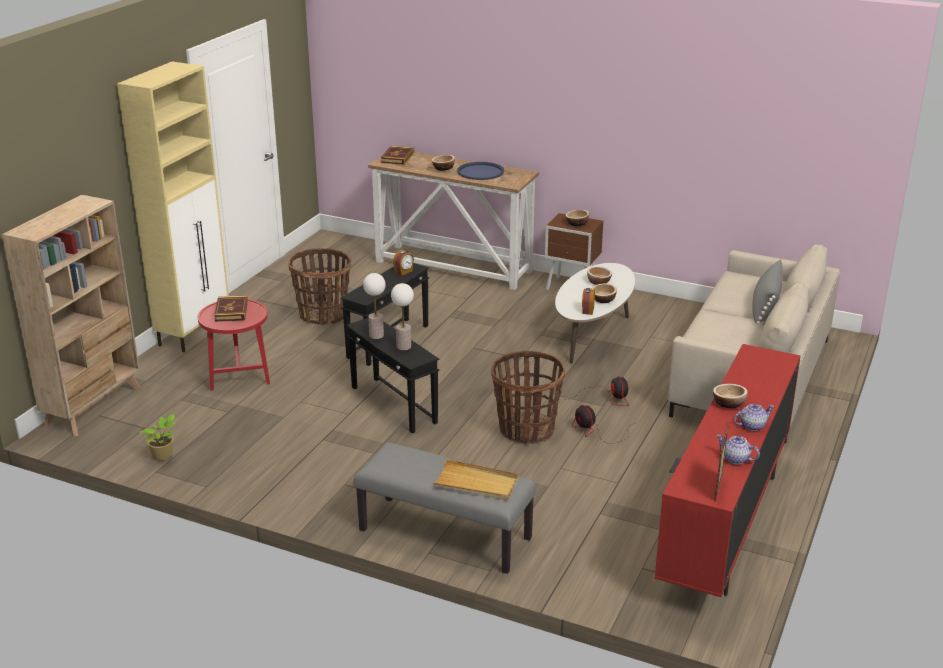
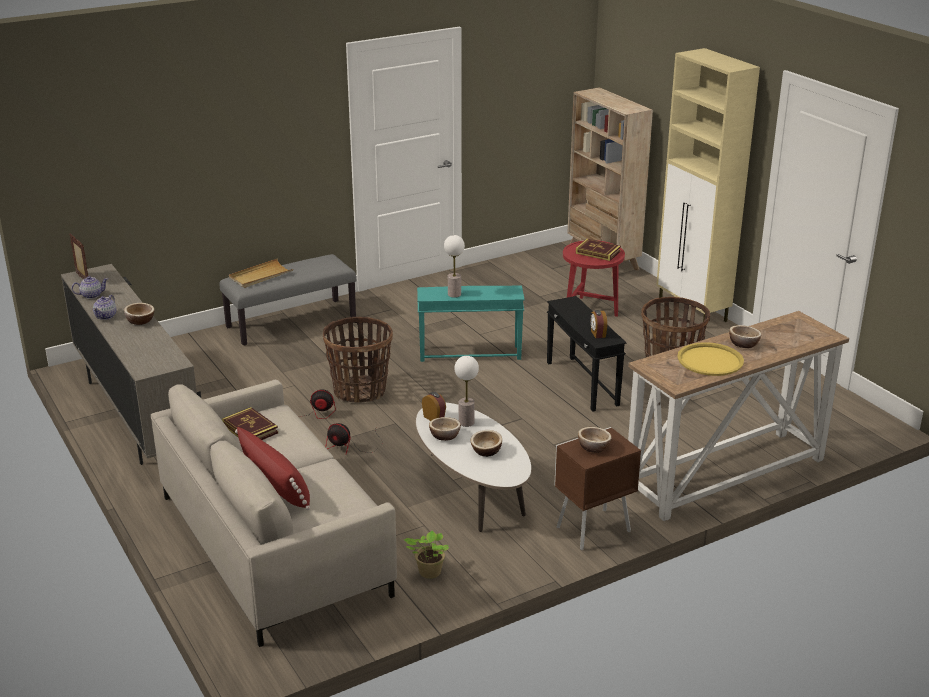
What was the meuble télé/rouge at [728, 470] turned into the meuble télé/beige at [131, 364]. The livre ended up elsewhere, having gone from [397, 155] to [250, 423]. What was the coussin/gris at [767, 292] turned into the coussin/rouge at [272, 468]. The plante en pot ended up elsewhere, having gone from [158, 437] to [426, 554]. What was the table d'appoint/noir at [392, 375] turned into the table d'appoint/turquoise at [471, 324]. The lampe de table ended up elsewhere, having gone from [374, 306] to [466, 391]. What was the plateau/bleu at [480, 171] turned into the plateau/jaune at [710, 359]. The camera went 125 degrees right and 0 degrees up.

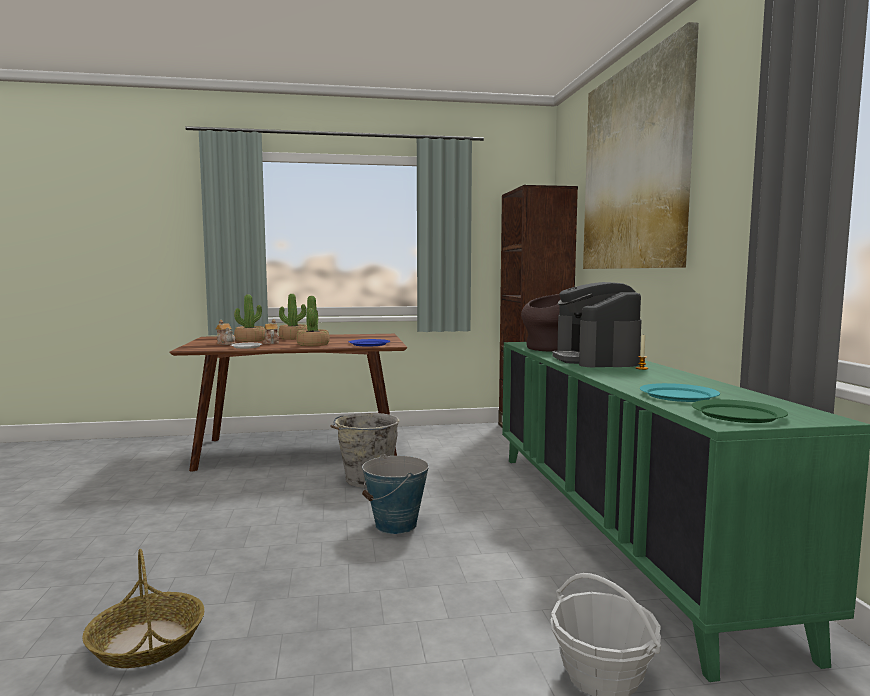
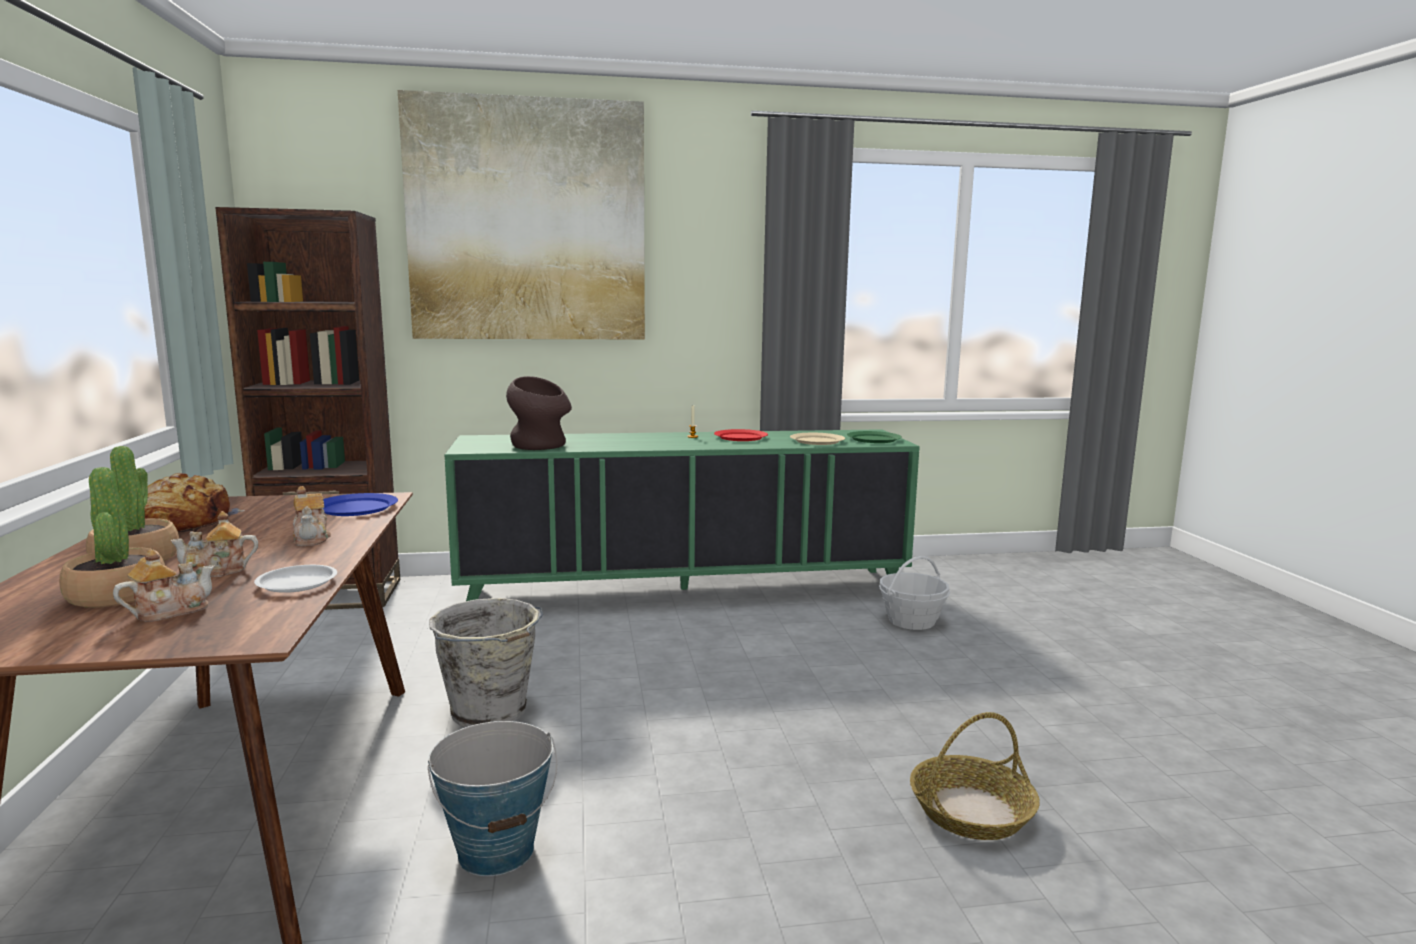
The second view gained the pain at [195, 502]. Where the plante en pot stood at [313, 321], the théière came to stand at [312, 516]. The seau ended up elsewhere, having gone from [395, 494] to [493, 798]. The second view gained the assiette/rouge at [741, 435]. What was the assiette/turquoise at [680, 392] turned into the assiette/beige at [817, 439]. The second view lost the machine à café at [597, 324]. The camera went 90 degrees left and 5 degrees up.

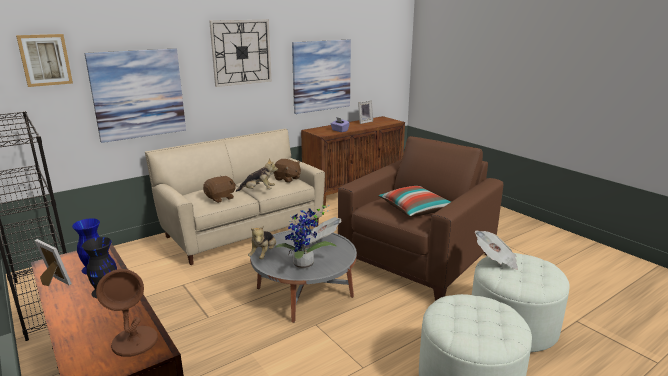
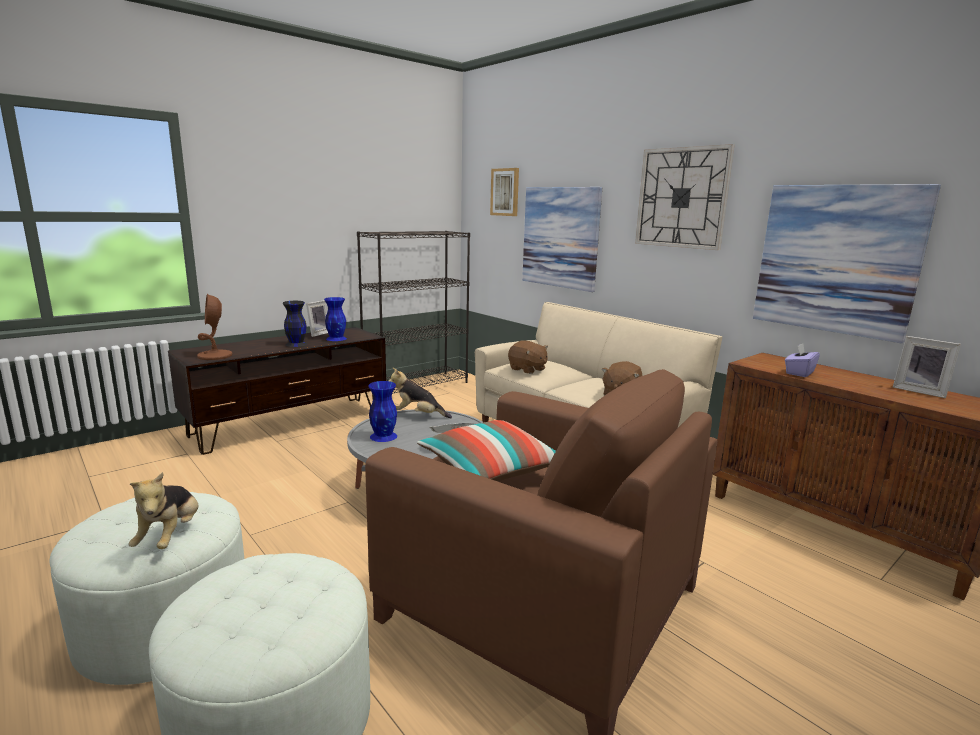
The peluche ended up elsewhere, having gone from [257, 175] to [163, 510]. Where the plante en pot stood at [306, 237], the vase/bleu came to stand at [382, 411]. The second view lost the journal at [496, 250]. The camera went 85 degrees right and 5 degrees down.

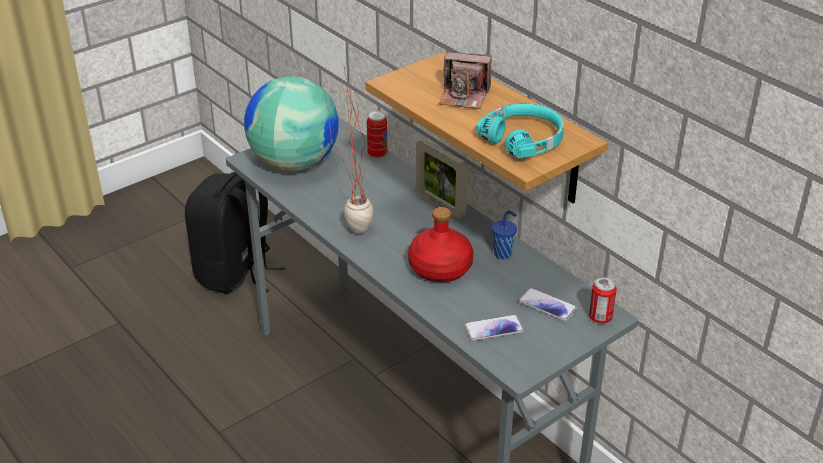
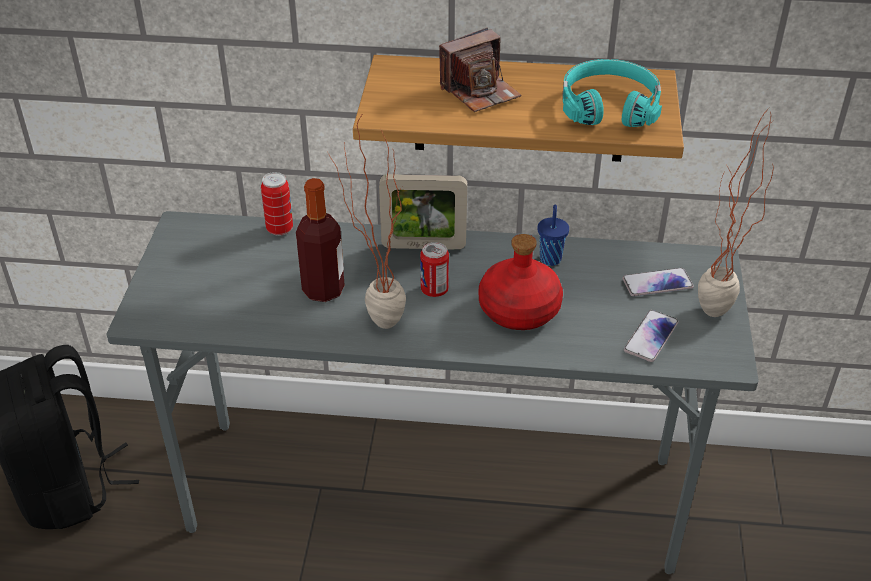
The second view gained the bouteille at [320, 240]. The boîte métallique ended up elsewhere, having gone from [603, 300] to [434, 269]. The second view gained the plante en pot at [736, 212]. The second view lost the globe at [291, 123]. The camera went 45 degrees left and 5 degrees up.

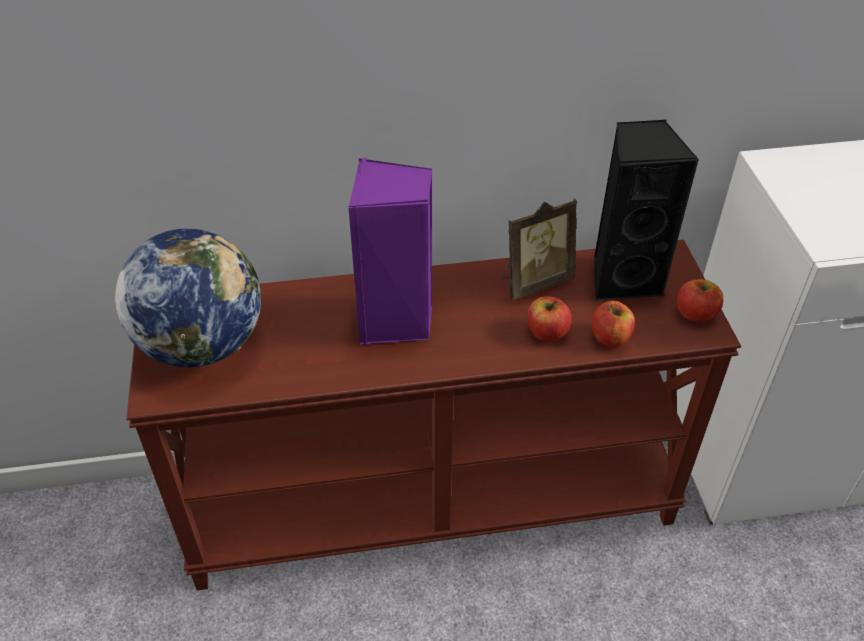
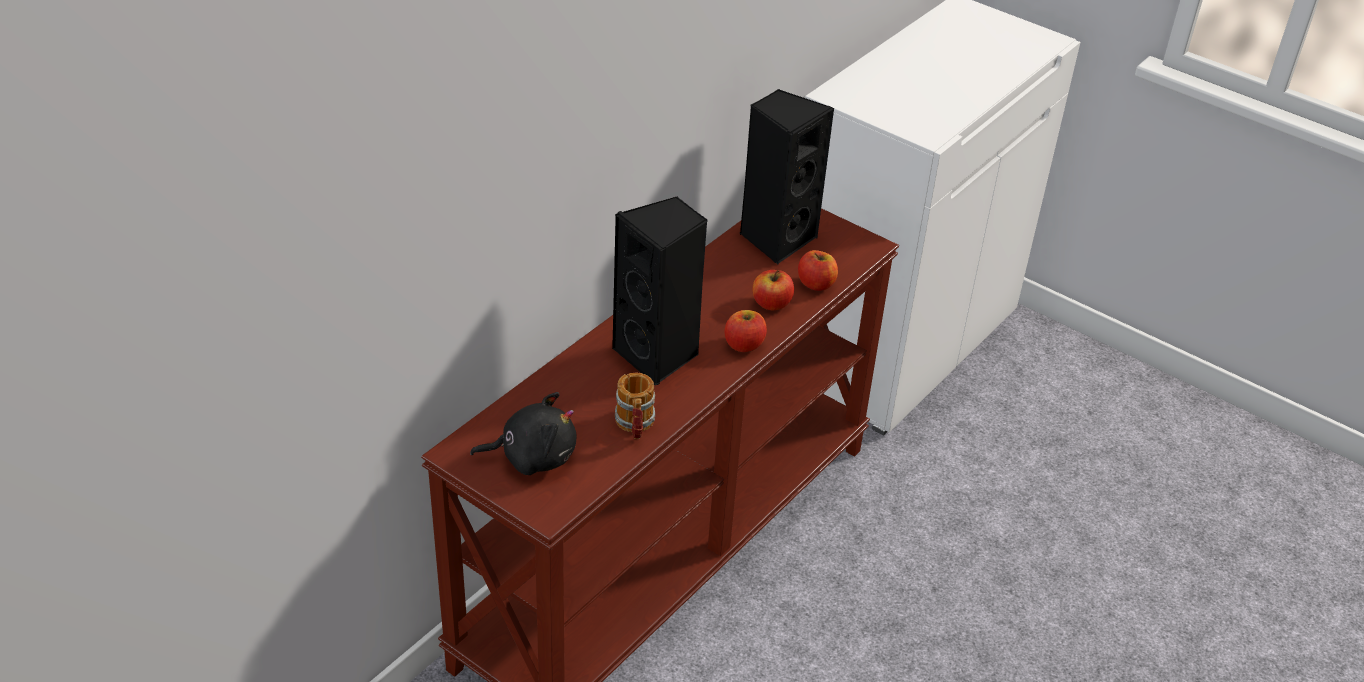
Where the globe stood at [188, 298], the peluche/noir came to stand at [523, 433]. What was the enceinte/violet at [390, 251] turned into the enceinte/noir at [660, 291]. The second view gained the mug at [635, 406]. The pomme ended up elsewhere, having gone from [700, 300] to [746, 331]. The second view lost the cadre photo at [539, 249]. The camera went 45 degrees left and 5 degrees down.

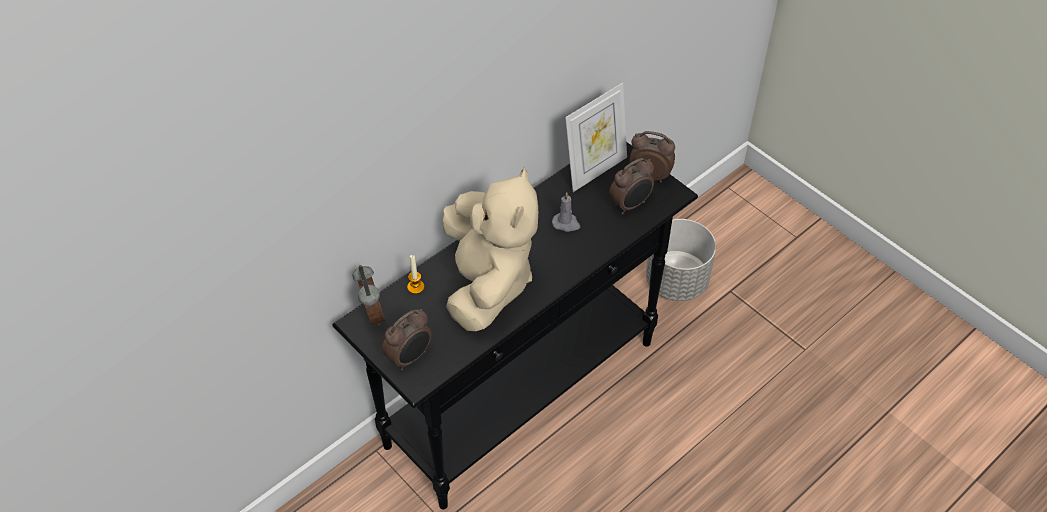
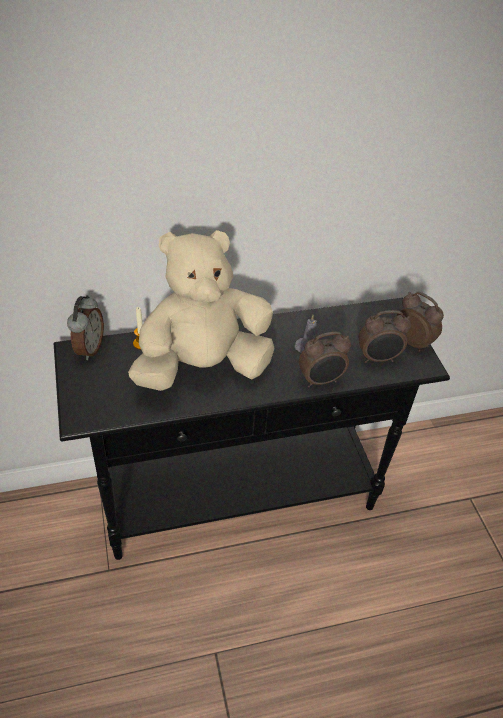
The peluche/beige at [490, 249] ended up facing another way, 135 degrees counterclockwise from before. The réveil ended up elsewhere, having gone from [407, 339] to [325, 359]. The second view lost the cadre photo at [596, 137]. The second view lost the cache-pot/gris at [681, 260]. The camera went 25 degrees right and 5 degrees down.

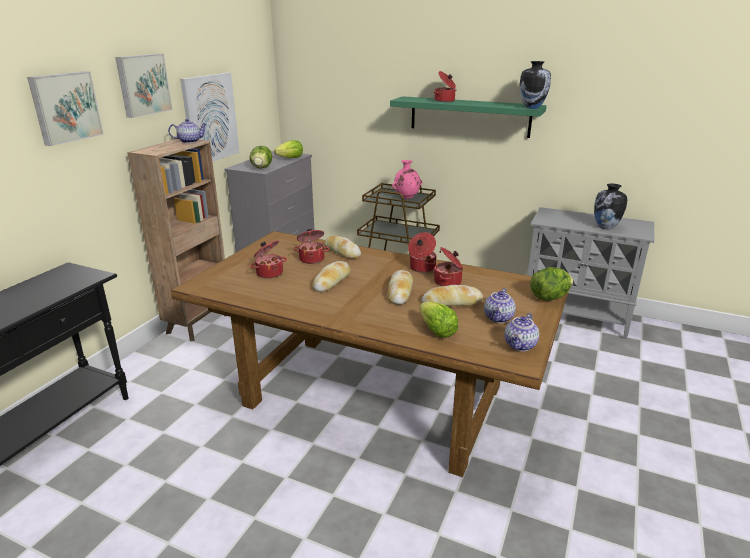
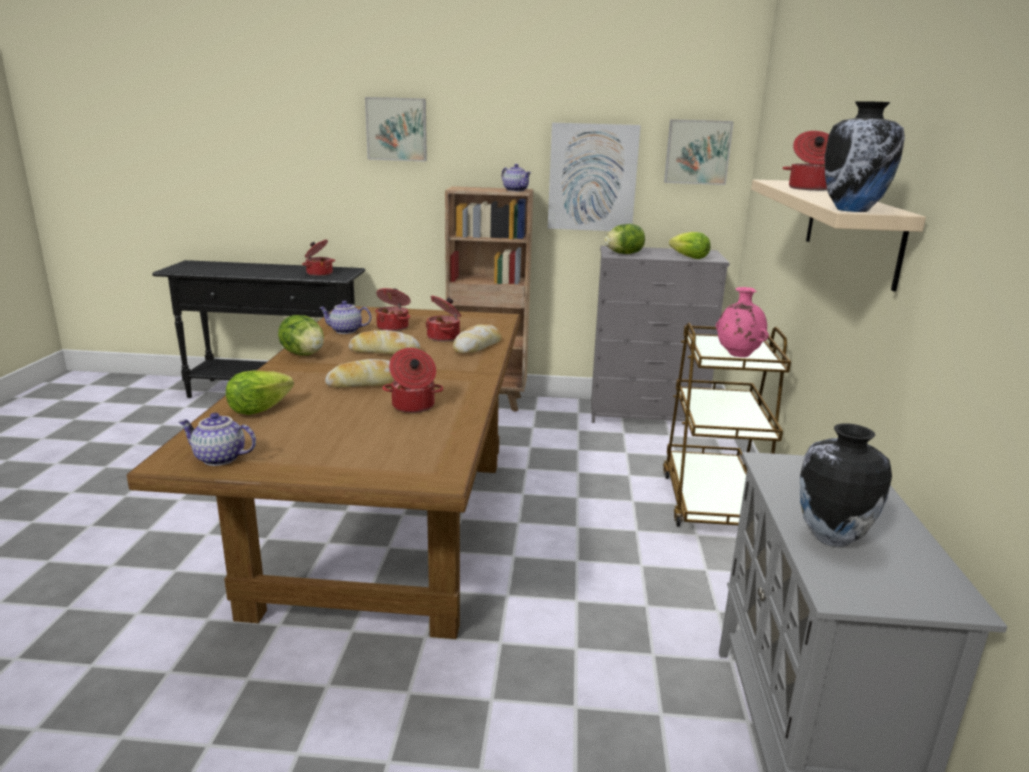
The laitue ended up elsewhere, having gone from [551, 284] to [301, 335]. The marmite ended up elsewhere, having gone from [422, 252] to [318, 258]. The théière ended up elsewhere, having gone from [500, 305] to [345, 317]. The tableau ended up elsewhere, having gone from [143, 86] to [699, 152]. What was the étagère/vert at [468, 117] turned into the étagère/beige at [838, 235]. The second view lost the pain at [452, 295]. The camera went 70 degrees right and 5 degrees down.

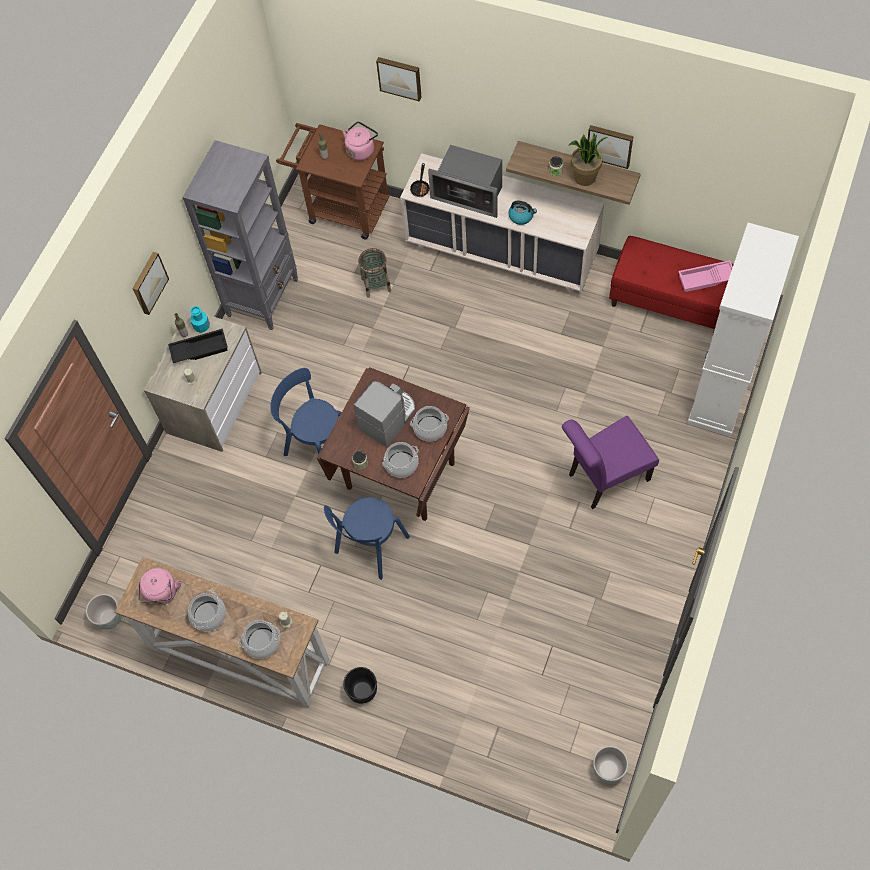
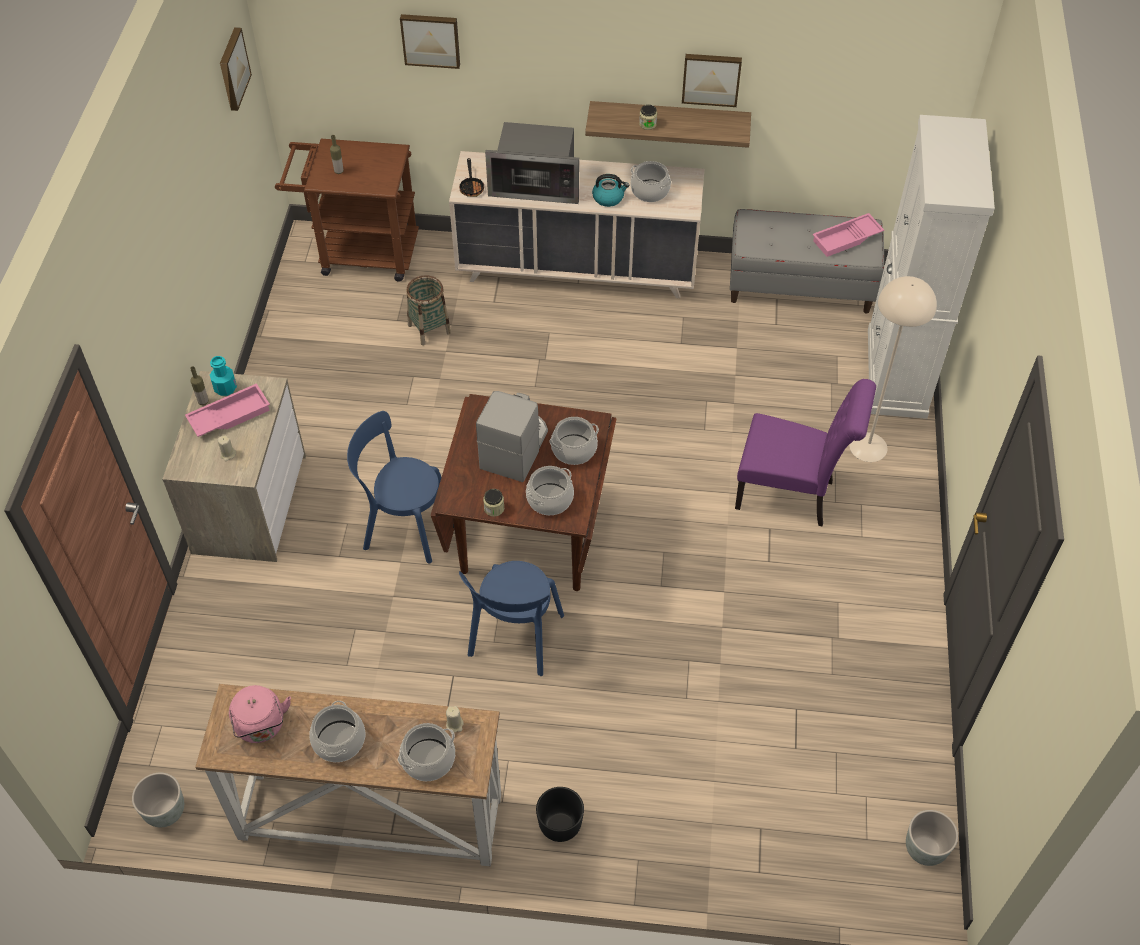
What was the plateau/noir at [198, 346] turned into the plateau/rose at [227, 410]. The tableau ended up elsewhere, having gone from [150, 283] to [236, 69]. The second view gained the marmite at [651, 181]. What was the banc/rouge at [671, 285] turned into the banc/gris at [807, 261]. The chaise/violet at [610, 462] ended up facing another way, 120 degrees counterclockwise from before. The second view gained the lampadaire/beige at [893, 369]. The second view lost the bibliothèque/gris at [240, 235]. The second view lost the bouilloire/rose at [360, 141]. The second view lost the plante en pot at [587, 159]. The camera went 20 degrees left and 10 degrees down.

